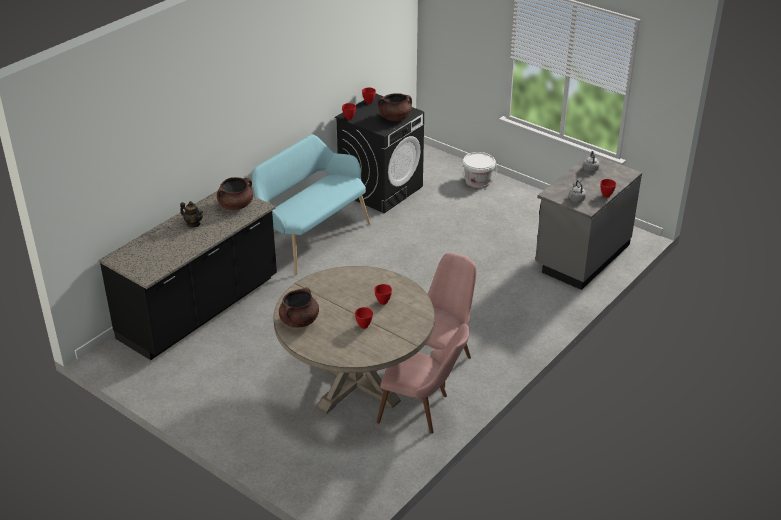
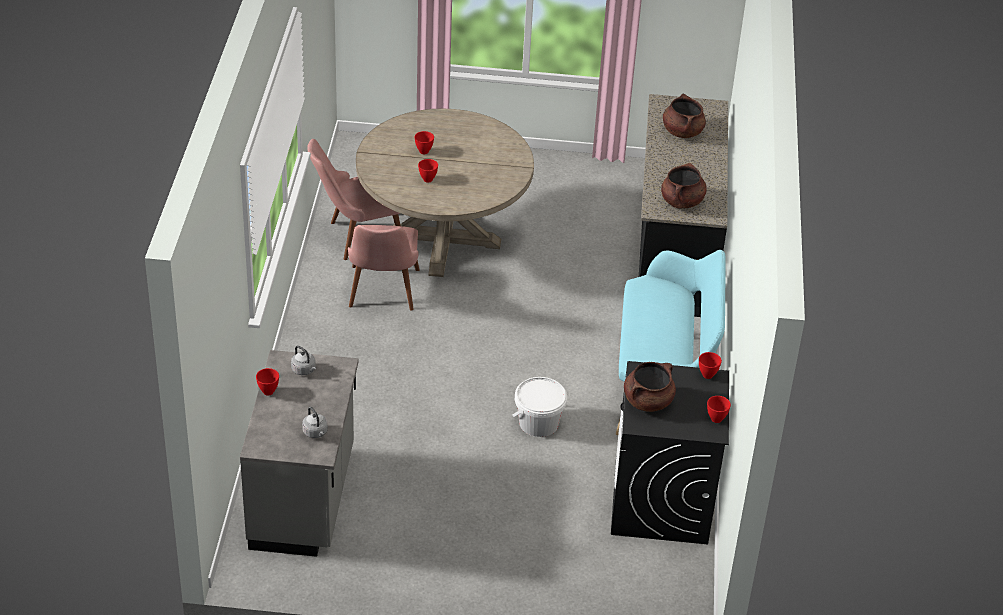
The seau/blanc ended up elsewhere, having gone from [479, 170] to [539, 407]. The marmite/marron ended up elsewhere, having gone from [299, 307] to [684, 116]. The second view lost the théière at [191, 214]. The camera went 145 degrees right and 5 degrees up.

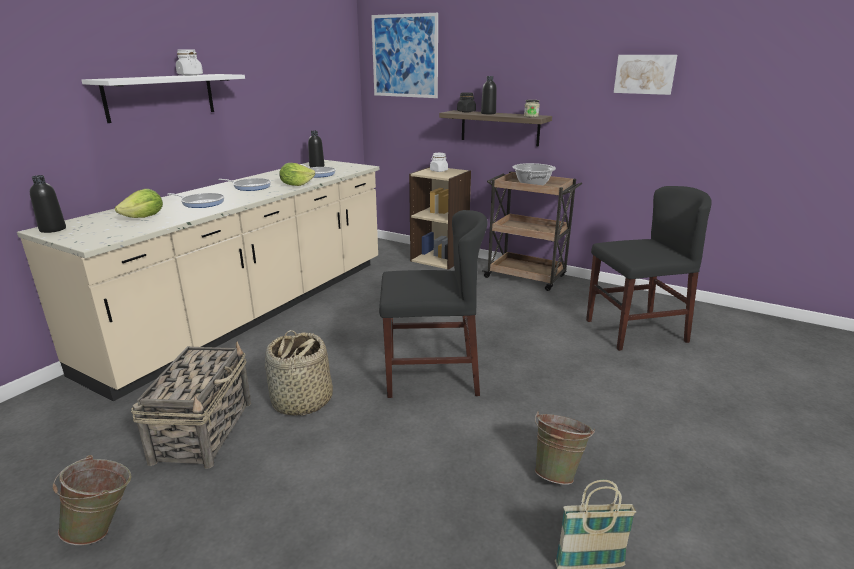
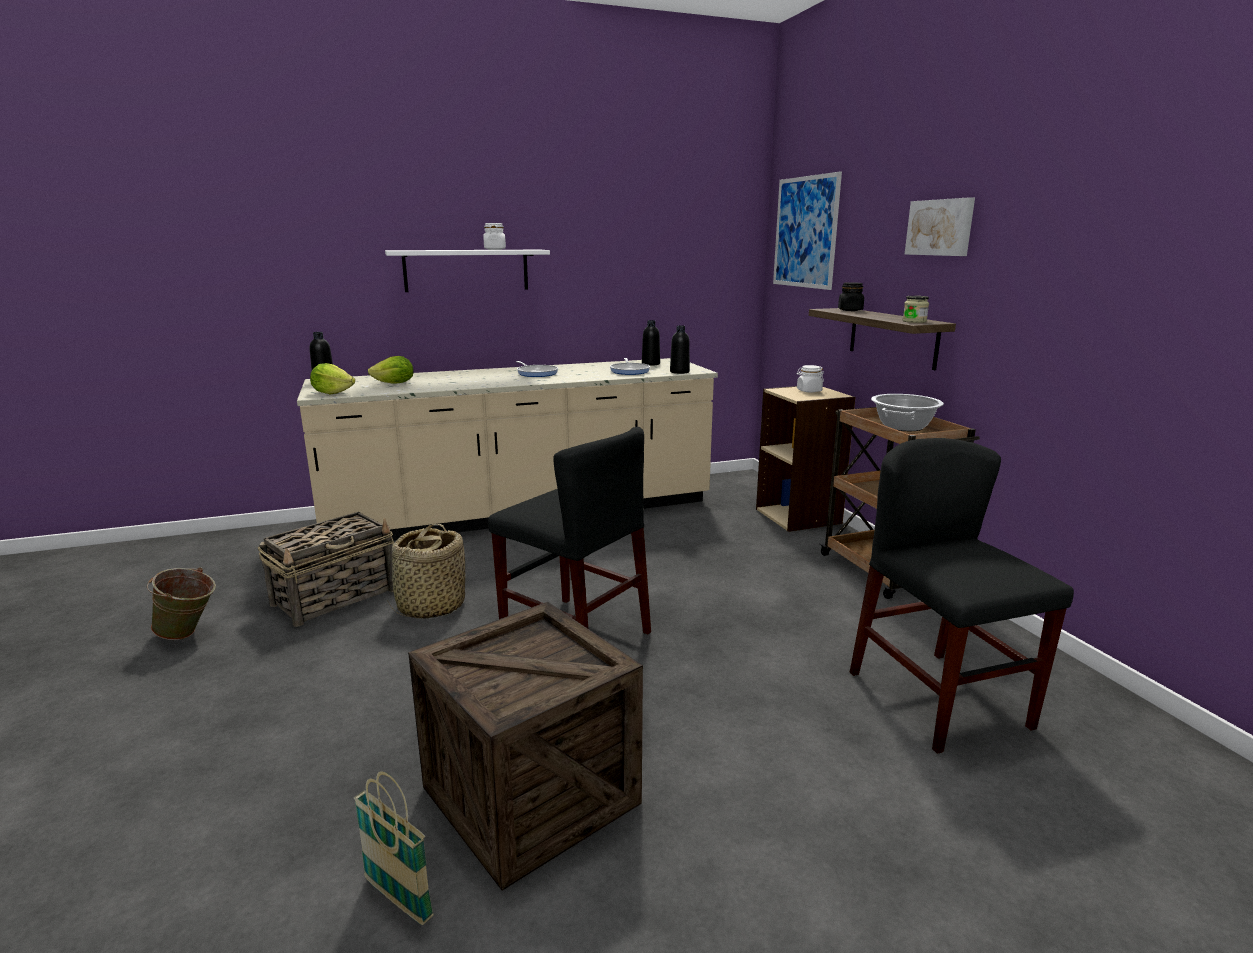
The laitue ended up elsewhere, having gone from [297, 174] to [332, 379]. Where the seau/vert stood at [565, 448], the caisse came to stand at [525, 746]. The bouteille/noir ended up elsewhere, having gone from [489, 95] to [680, 349]. The chaise/noir at [649, 268] ended up facing another way, 135 degrees counterclockwise from before. The tableau ended up elsewhere, having gone from [645, 75] to [940, 226]. The second view lost the poêle at [195, 200]. The camera went 40 degrees right and 5 degrees down.

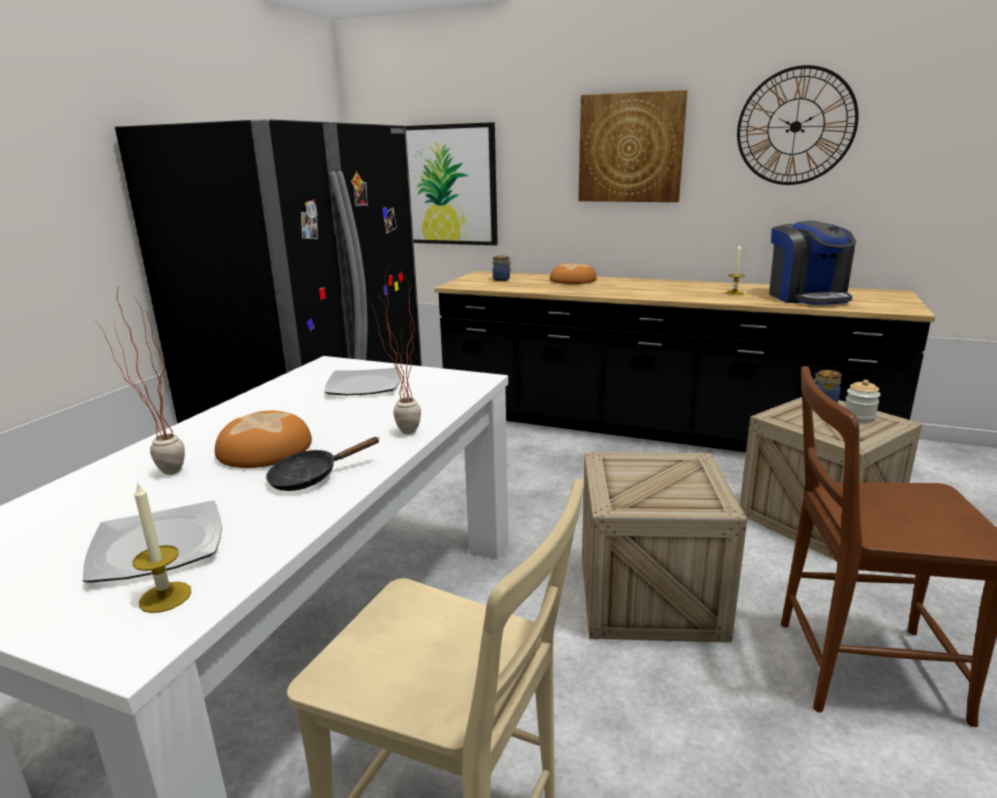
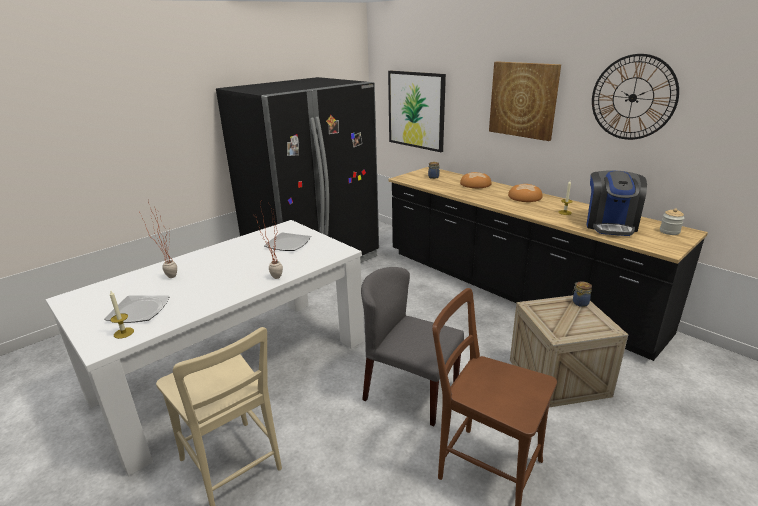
Where the caisse stood at [664, 547], the chaise/gris came to stand at [412, 346]. The pain ended up elsewhere, having gone from [263, 439] to [525, 193]. The bocal ended up elsewhere, having gone from [863, 401] to [672, 221]. The second view lost the poêle/noir at [323, 464]. The camera went 25 degrees right and 5 degrees up.

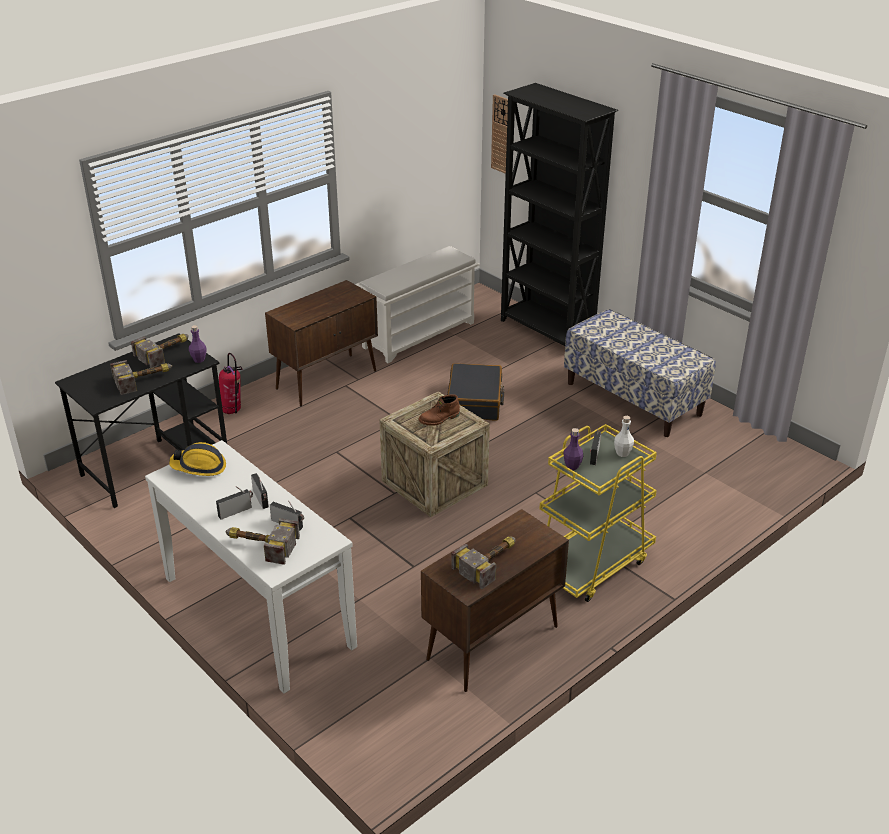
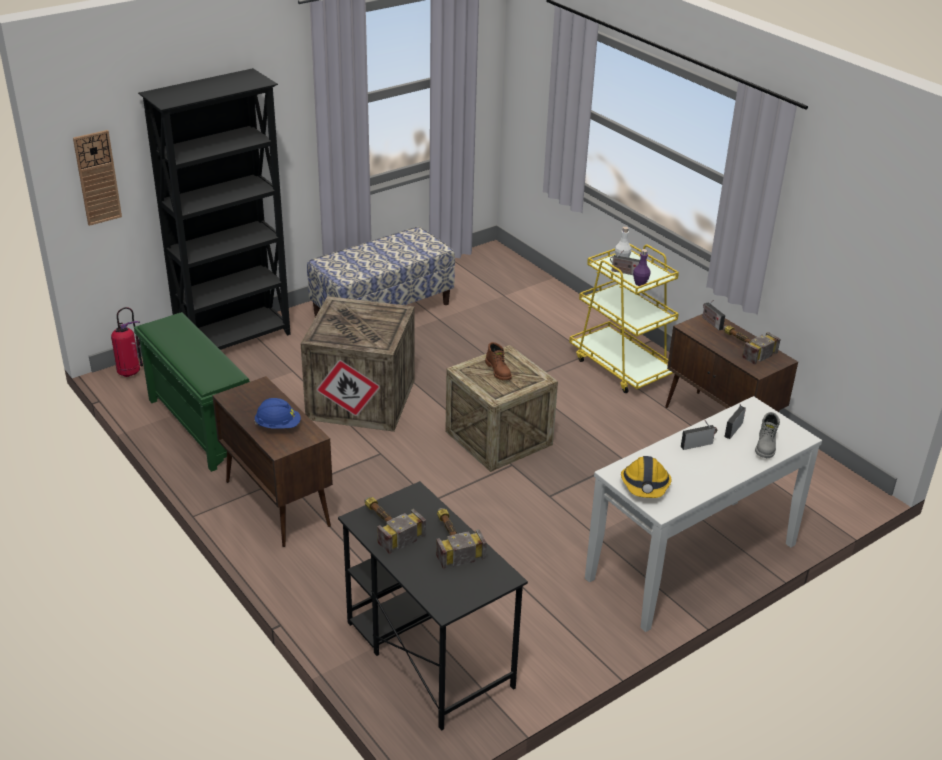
The extincteur ended up elsewhere, having gone from [231, 383] to [127, 342]. What was the étagère à chaussures/blanc at [418, 304] turned into the étagère à chaussures/vert at [192, 392]. The second view gained the casque de chantier/bleu at [277, 413]. Where the valise/noir stood at [476, 392], the caisse came to stand at [358, 364]. The radio ended up elsewhere, having gone from [234, 502] to [713, 315]. Where the marteau stood at [263, 541], the botte/gris came to stand at [767, 435]. The second view lost the bouteille/violet at [198, 344]. The camera went 85 degrees left and 0 degrees up.

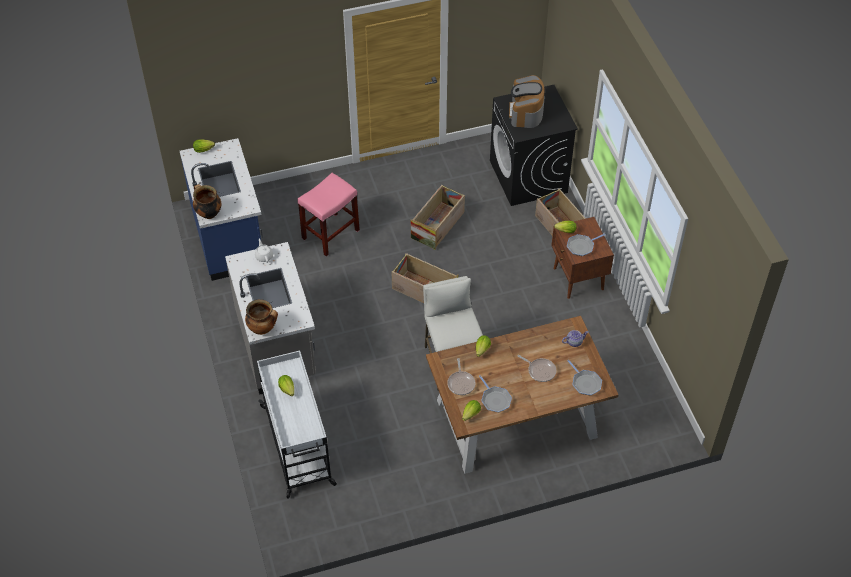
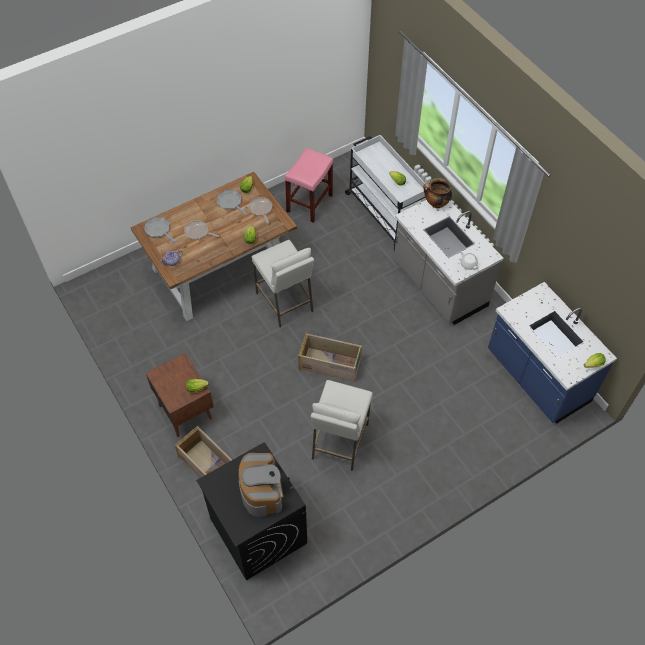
The tabouret/rose ended up elsewhere, having gone from [328, 215] to [309, 185]. Where the caisse stood at [438, 217], the tabouret/blanc came to stand at [342, 425]. The second view lost the marmite at [207, 201]. The second view lost the poêle at [586, 245]. The camera went 165 degrees right and 5 degrees up.

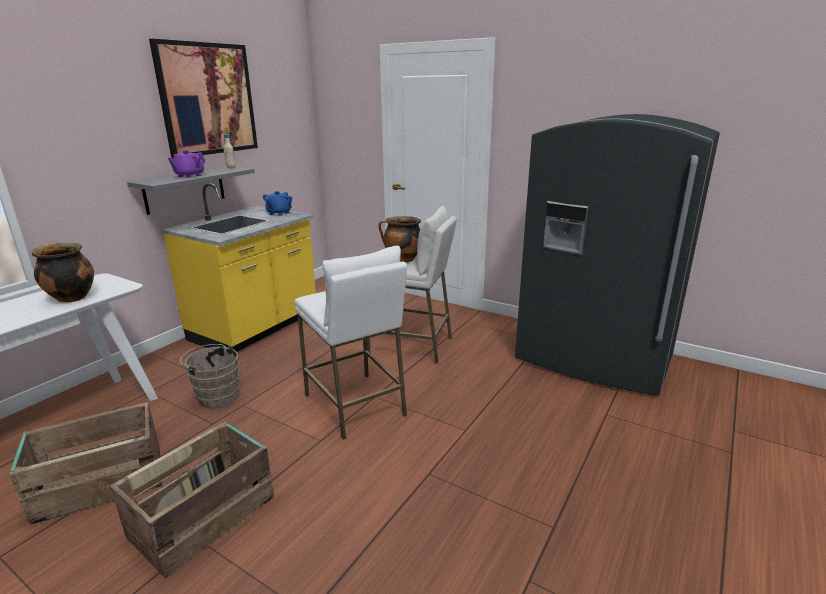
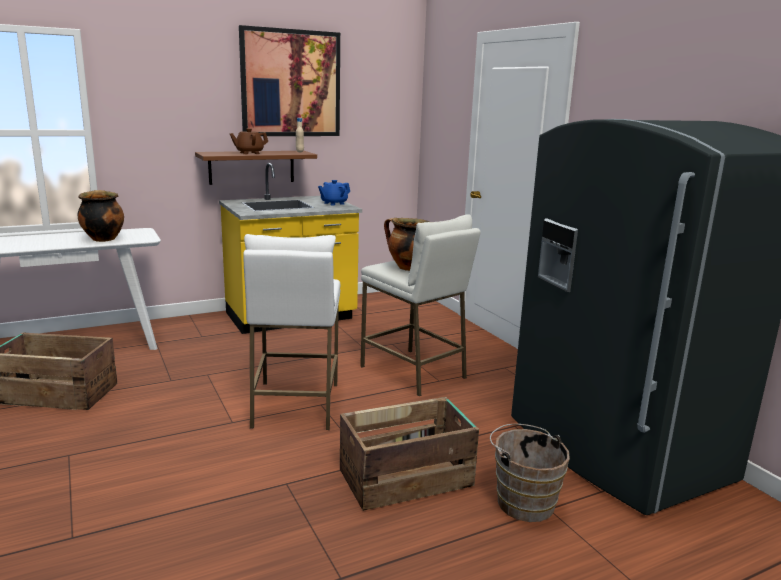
What was the étagère/gris at [191, 190] turned into the étagère/marron at [256, 168]. What was the théière/violet at [187, 164] turned into the théière/marron at [249, 141]. The caisse ended up elsewhere, having gone from [192, 500] to [409, 454]. The seau/marron ended up elsewhere, having gone from [209, 376] to [530, 473]. The camera went 30 degrees right and 5 degrees down.

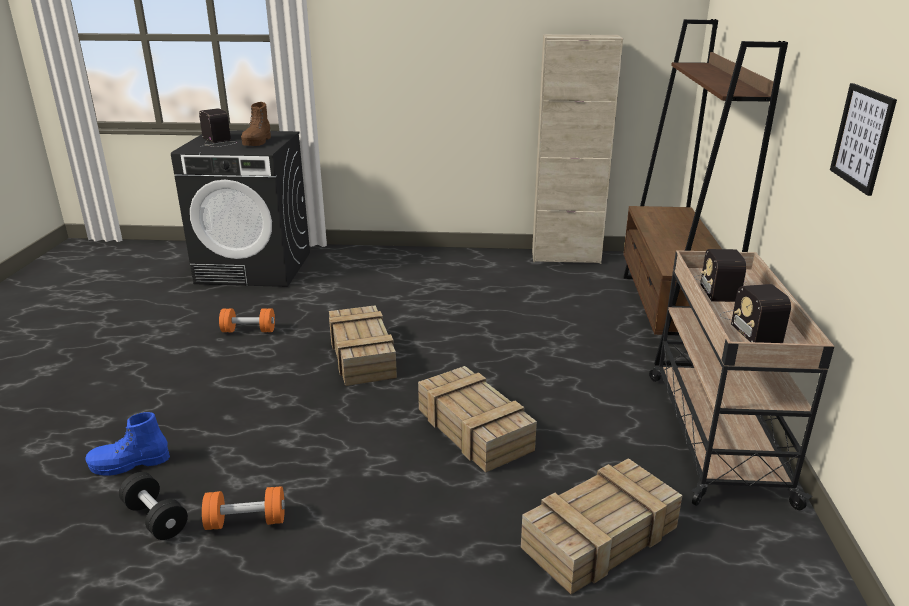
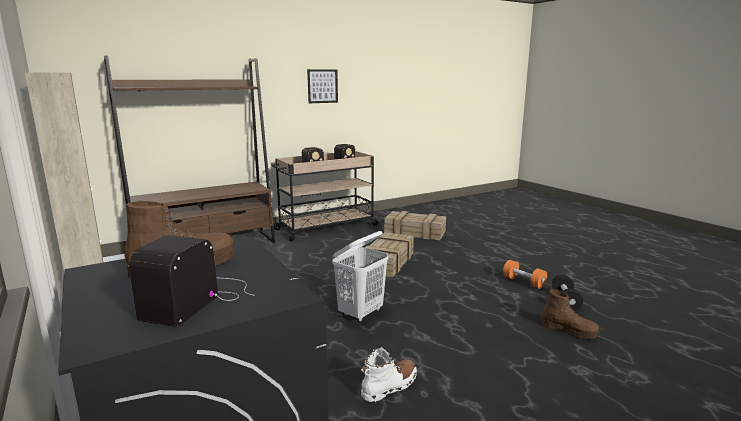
Where the caisse stood at [363, 345], the panier à linge/blanc came to stand at [360, 276]. Where the haltère/orange stood at [247, 320], the botte/blanc came to stand at [389, 374]. What was the botte/bleu at [127, 444] turned into the botte/marron at [570, 314]. The camera went 125 degrees left and 10 degrees down.

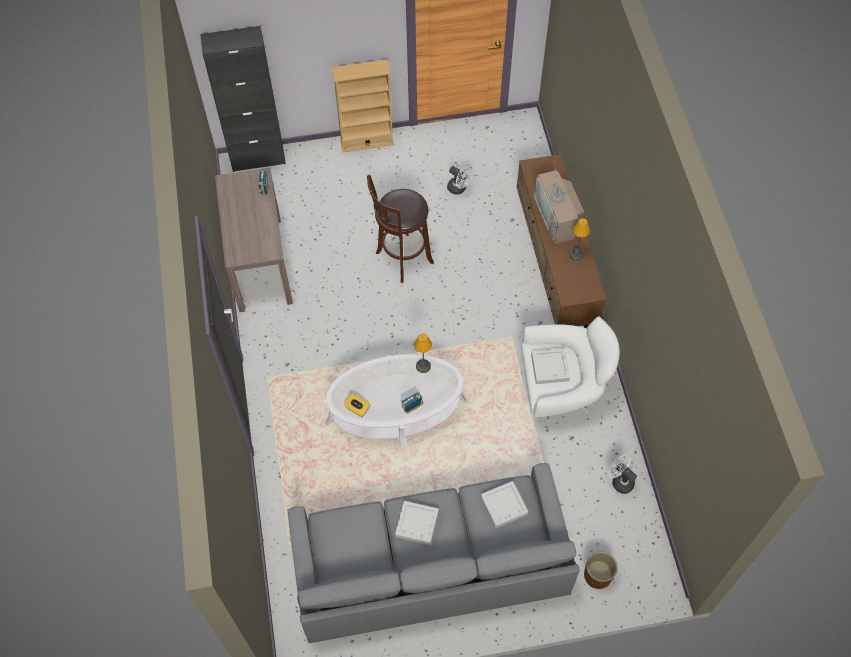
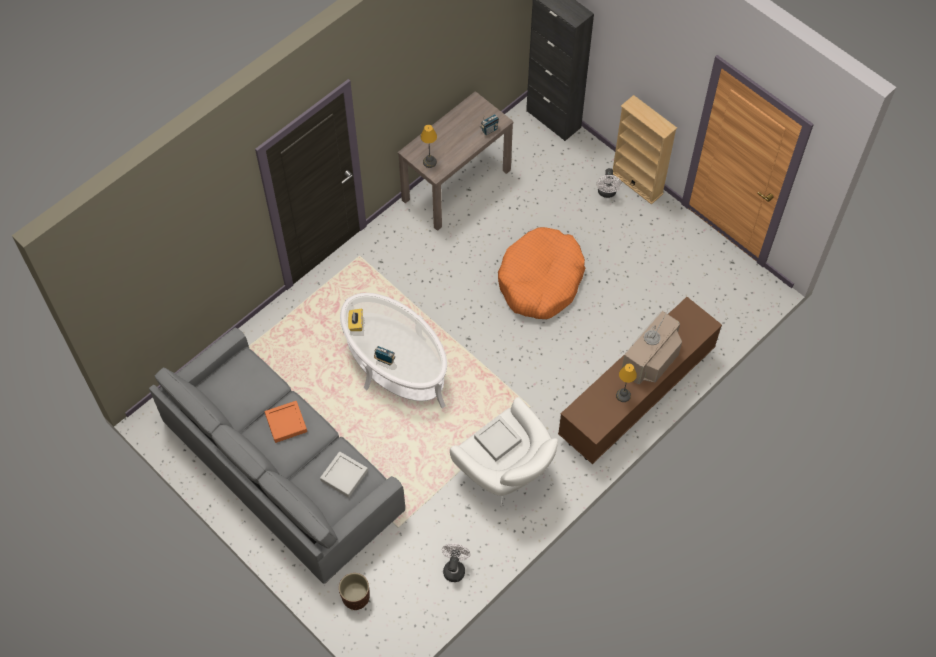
What was the plateau/gris at [417, 523] turned into the plateau/orange at [286, 422]. The lampe de table ended up elsewhere, having gone from [423, 353] to [429, 146]. Where the tabouret/marron stood at [400, 229], the panier pour chien/orange came to stand at [541, 273]. The ventilateur/blanc ended up elsewhere, having gone from [460, 180] to [609, 183]. The camera went 55 degrees right and 0 degrees up.

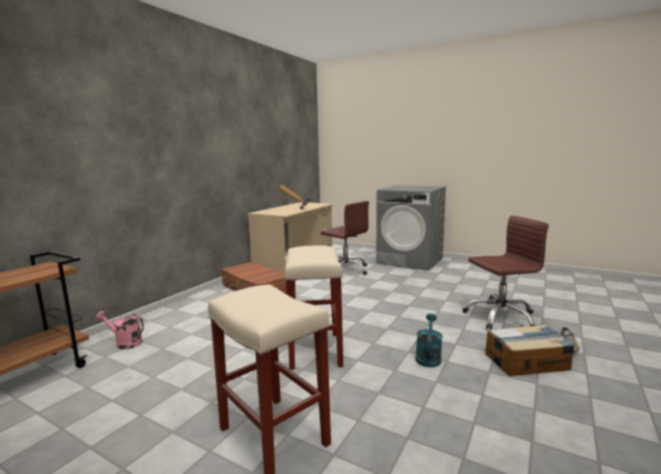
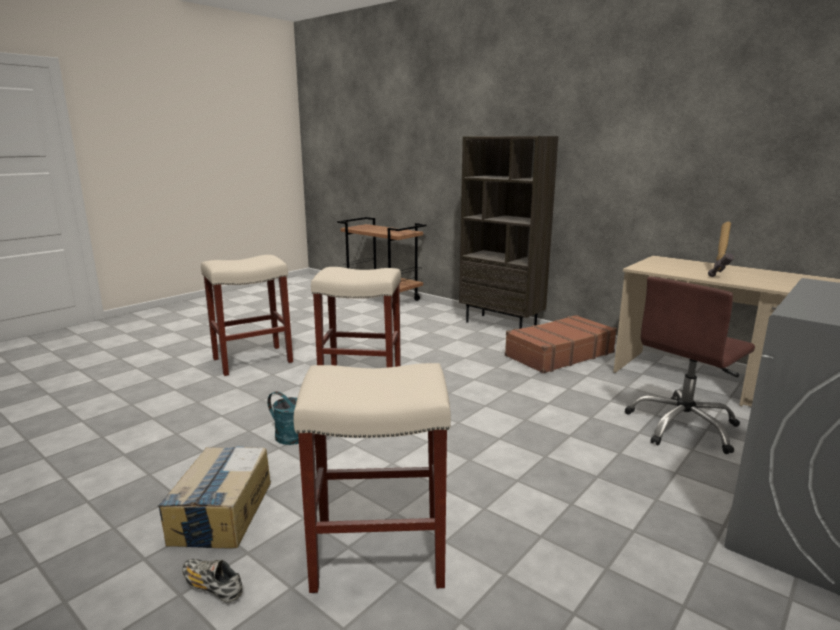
Where the chaise de bureau/marron stood at [505, 272], the tabouret/beige came to stand at [372, 478]. The second view gained the bibliothèque/marron at [508, 232]. The second view lost the arrosoir/rose at [120, 330]. The camera went 100 degrees right and 5 degrees up.

